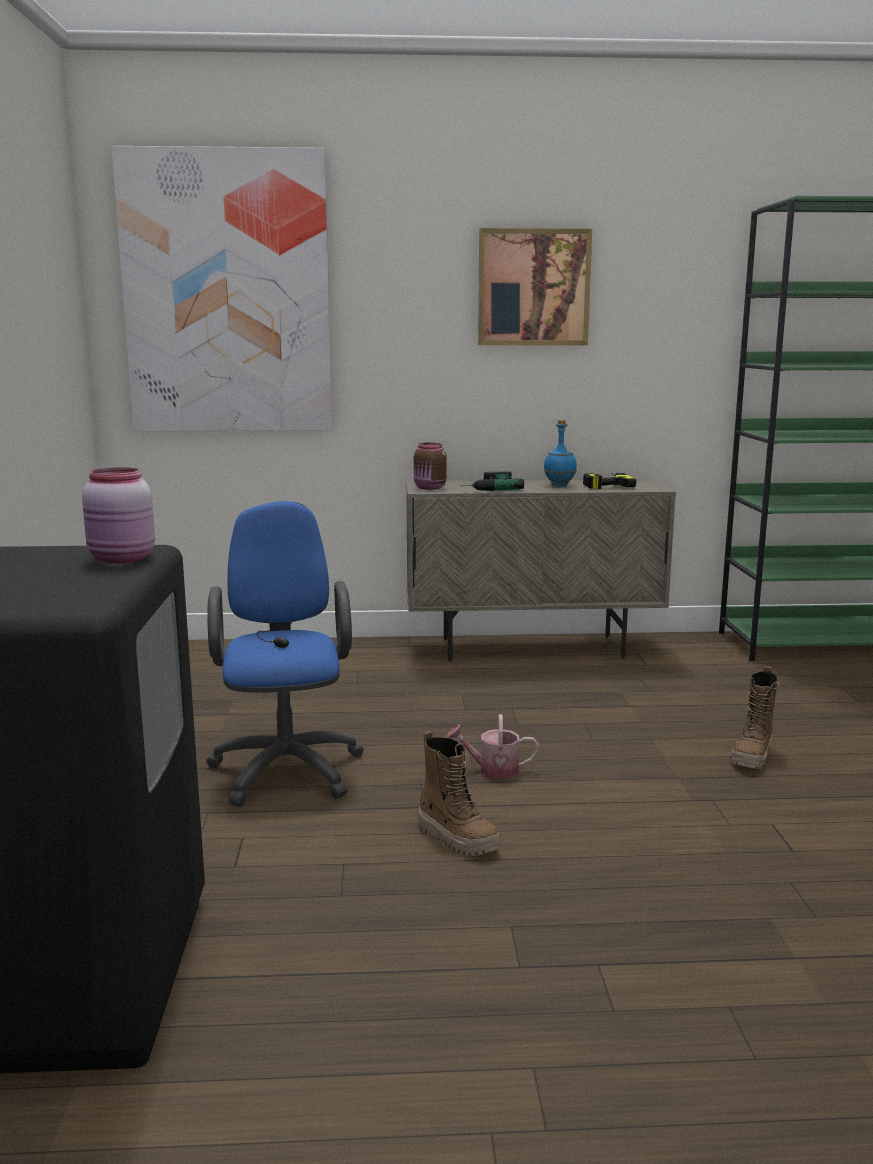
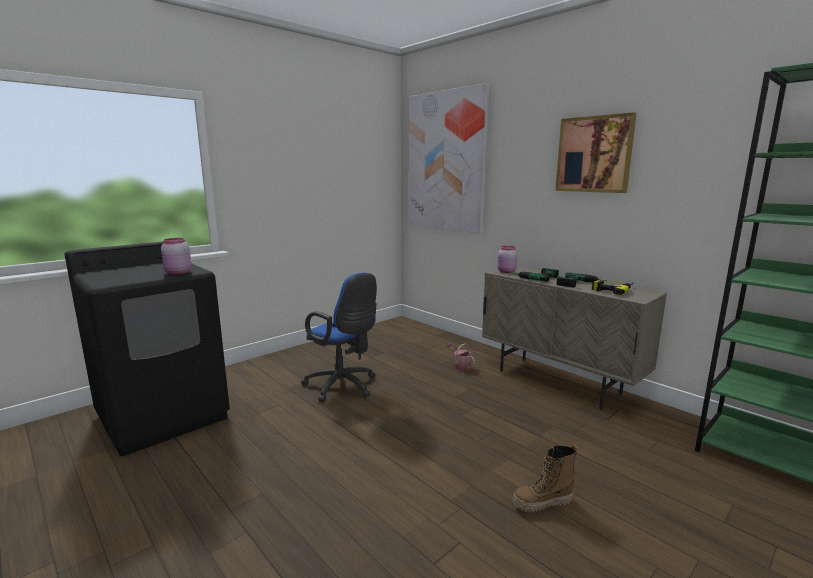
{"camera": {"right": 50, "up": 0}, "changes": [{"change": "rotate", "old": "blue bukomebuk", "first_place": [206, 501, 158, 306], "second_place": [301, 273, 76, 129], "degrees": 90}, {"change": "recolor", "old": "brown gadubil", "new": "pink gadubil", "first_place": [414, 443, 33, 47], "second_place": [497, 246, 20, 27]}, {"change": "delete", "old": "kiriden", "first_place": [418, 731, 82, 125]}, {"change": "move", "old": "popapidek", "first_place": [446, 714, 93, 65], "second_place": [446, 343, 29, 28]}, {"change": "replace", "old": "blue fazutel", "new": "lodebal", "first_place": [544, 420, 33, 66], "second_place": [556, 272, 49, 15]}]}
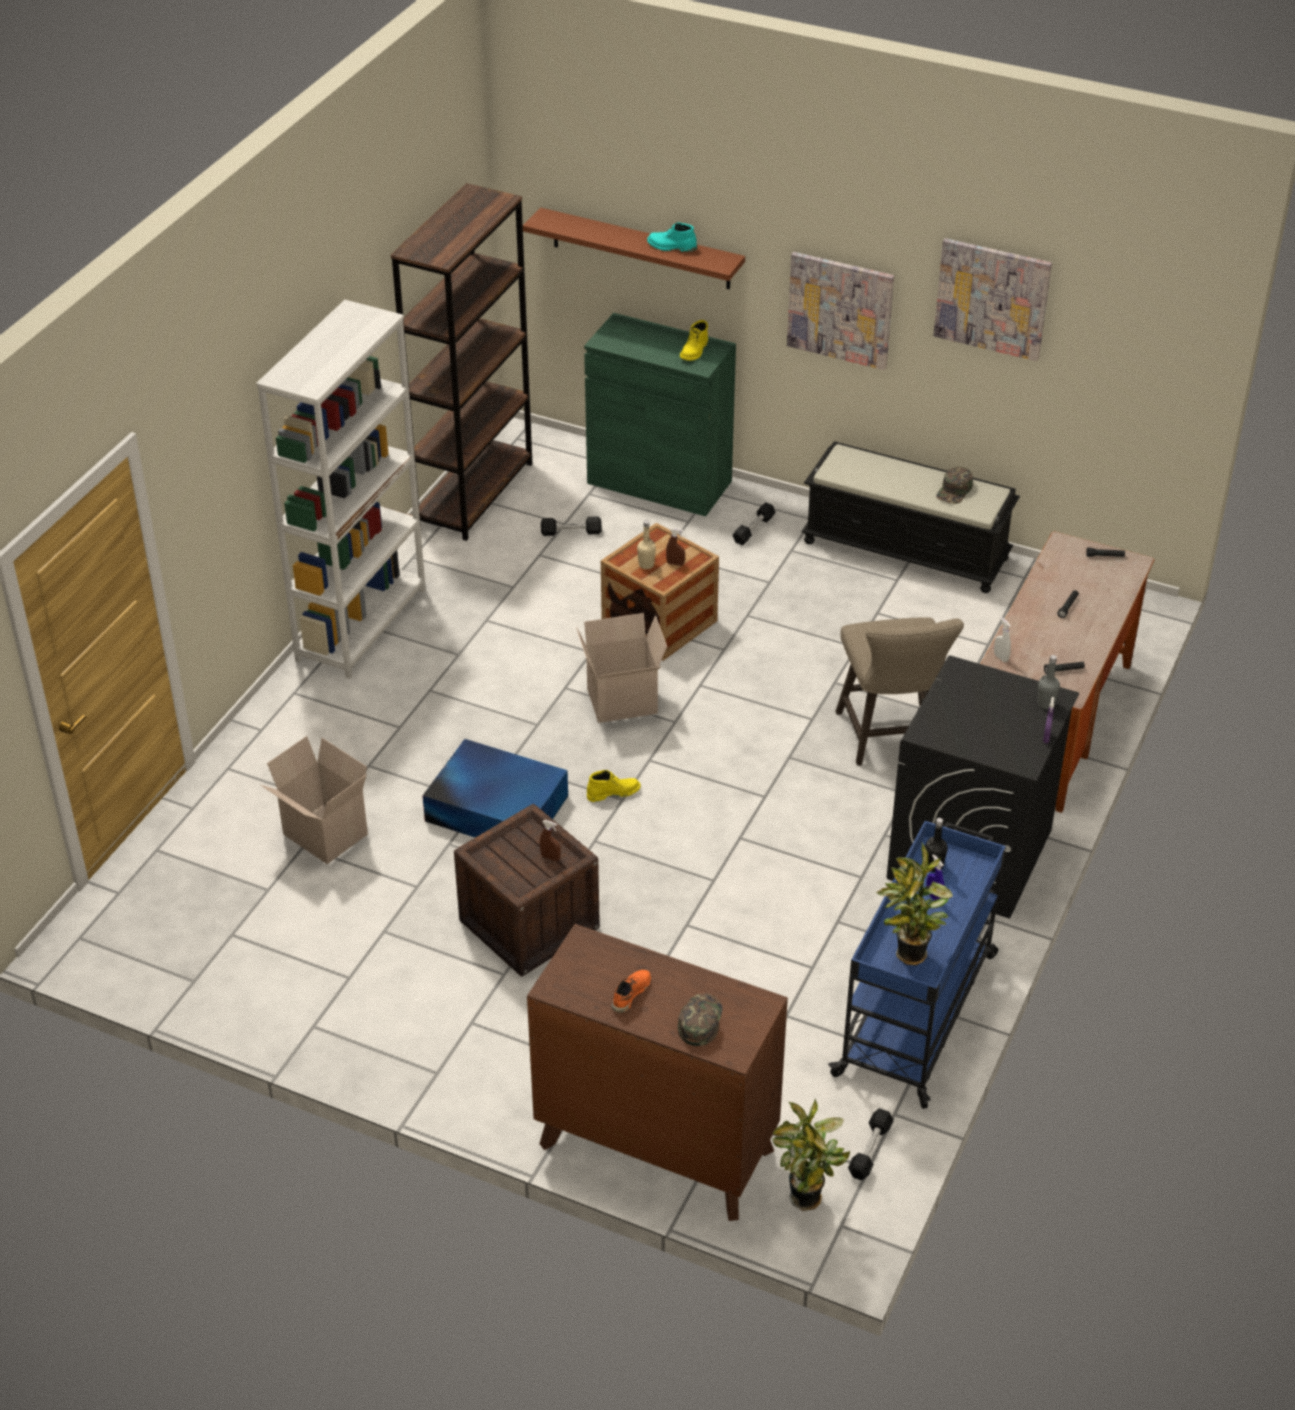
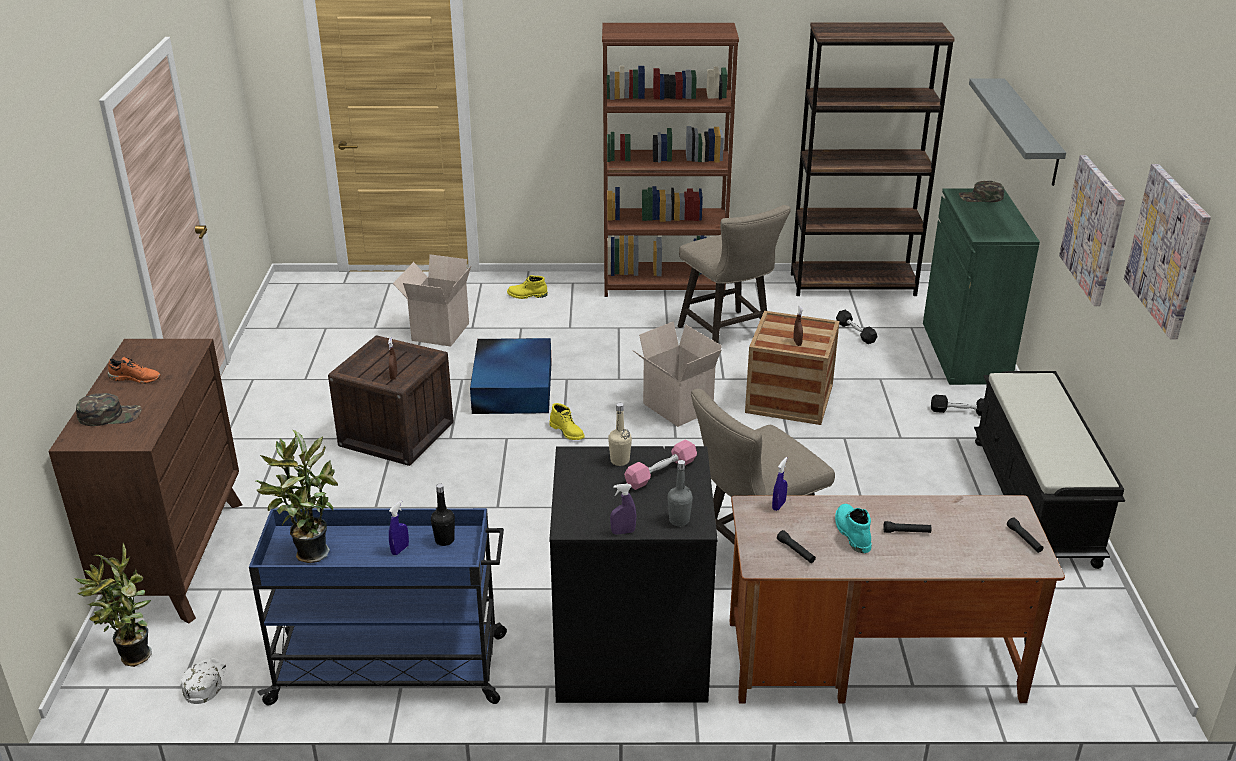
{"camera": {"right": 65, "up": -10}, "changes": [{"change": "recolor", "old": "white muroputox", "new": "brown muroputox", "first_place": [256, 300, 170, 379], "second_place": [602, 23, 137, 274]}, {"change": "recolor", "old": "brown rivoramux", "new": "grey rivoramux", "first_place": [523, 208, 222, 81], "second_place": [969, 78, 97, 108]}, {"change": "move", "old": "beige fazutel", "first_place": [637, 520, 19, 49], "second_place": [608, 403, 24, 63]}, {"change": "move", "old": "turquoise kiriden", "first_place": [647, 222, 50, 30], "second_place": [835, 504, 36, 49]}, {"change": "move", "old": "yellow kiriden", "first_place": [680, 320, 28, 41], "second_place": [507, 275, 41, 24]}, {"change": "replace", "old": "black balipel", "new": "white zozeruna", "first_place": [848, 1108, 46, 72], "second_place": [181, 658, 45, 46]}, {"change": "move", "old": "green zozeruna", "first_place": [936, 467, 37, 37], "second_place": [959, 181, 45, 21]}, {"change": "recolor", "old": "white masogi", "new": "blue masogi", "first_place": [994, 617, 17, 45], "second_place": [772, 457, 16, 54]}, {"change": "insert", "new": "pink balipel", "second_place": [624, 440, 73, 50]}, {"change": "insert", "new": "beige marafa", "second_place": [678, 205, 113, 138]}]}
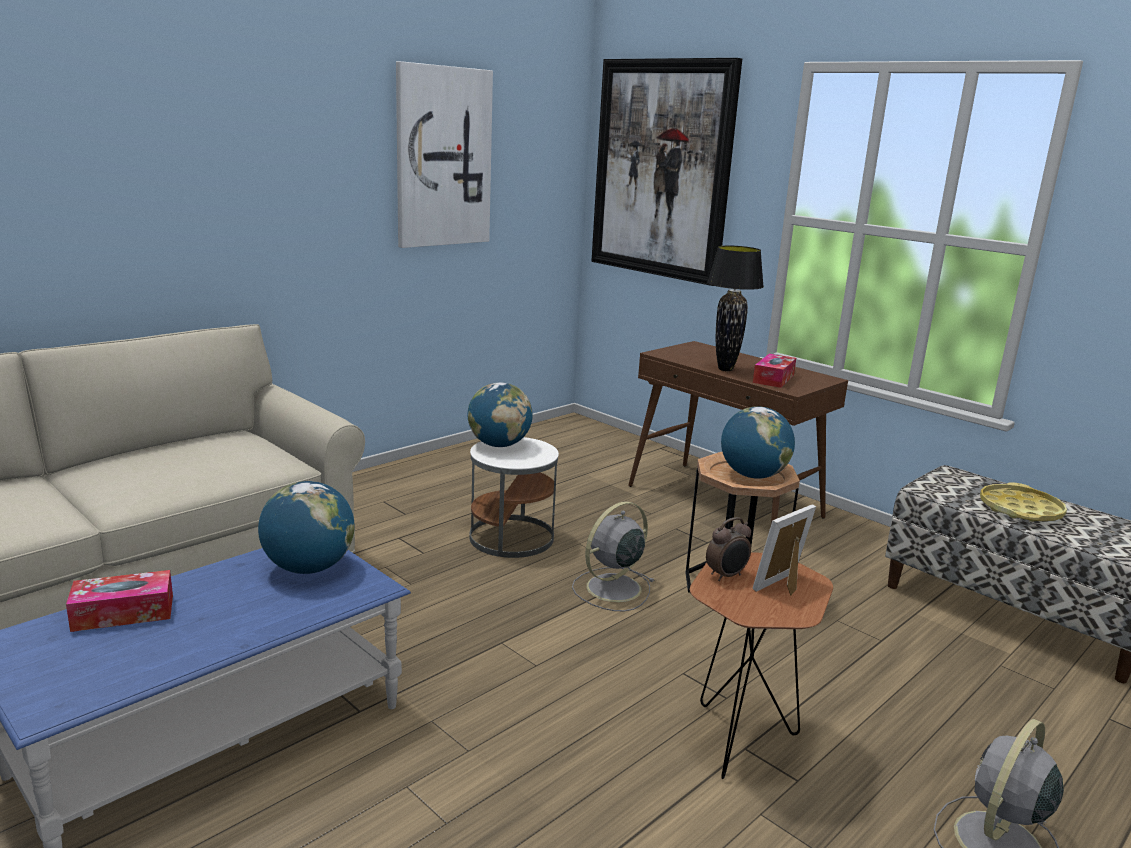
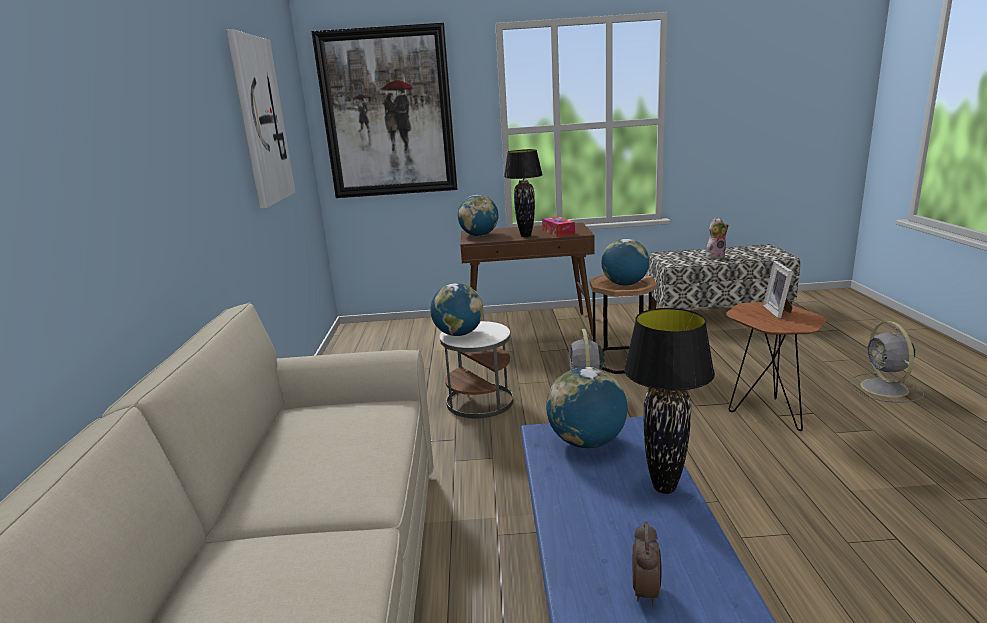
{"camera": {"right": -45, "up": 0}, "changes": [{"change": "delete", "old": "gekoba", "first_place": [66, 570, 107, 62]}, {"change": "move", "old": "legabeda", "first_place": [706, 517, 45, 64], "second_place": [633, 522, 29, 84]}, {"change": "replace", "old": "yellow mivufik", "new": "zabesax", "first_place": [980, 482, 87, 40], "second_place": [706, 218, 23, 41]}, {"change": "insert", "new": "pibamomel", "second_place": [458, 195, 40, 41]}, {"change": "insert", "new": "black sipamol", "second_place": [624, 308, 91, 186]}]}
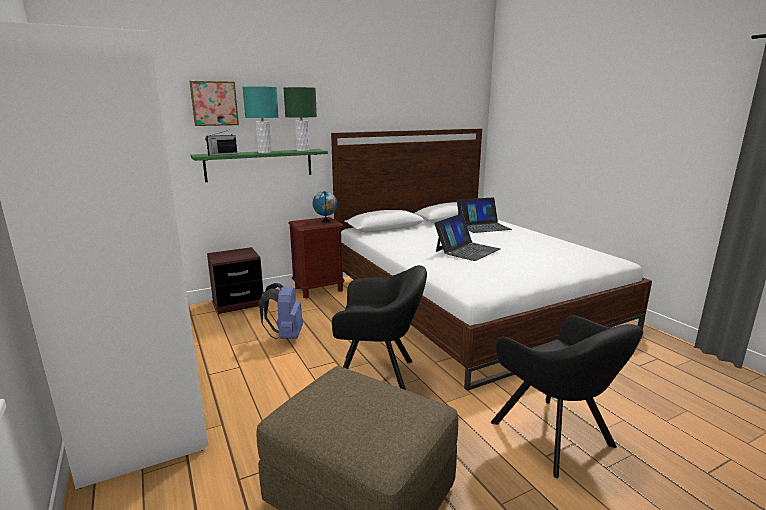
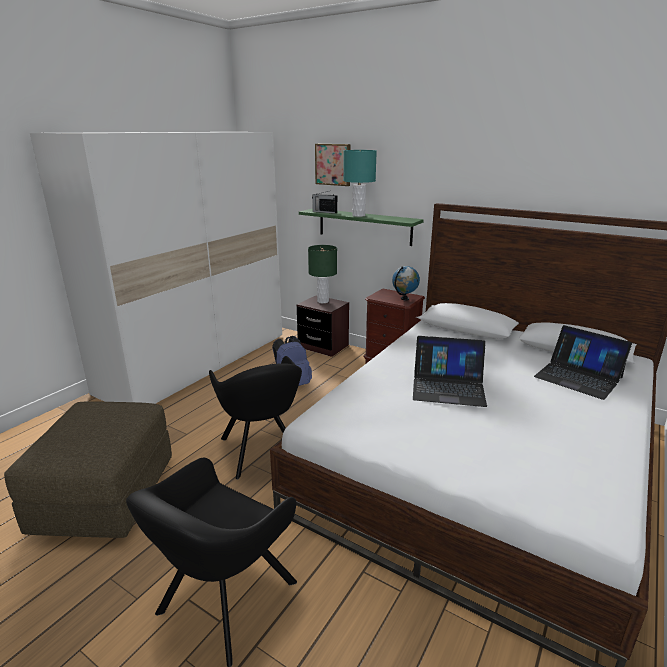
{"camera": {"right": 60, "up": 5}, "changes": [{"change": "move", "old": "green sipamol", "first_place": [284, 87, 33, 64], "second_place": [308, 245, 29, 58]}]}
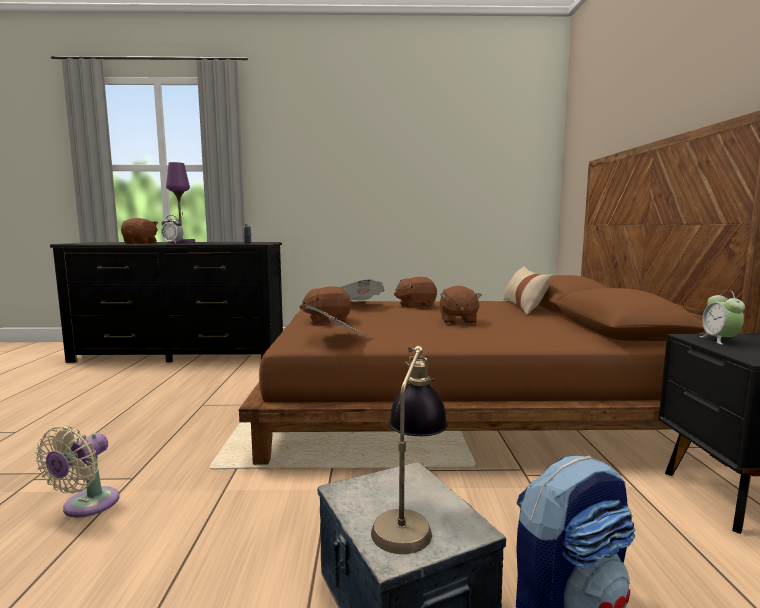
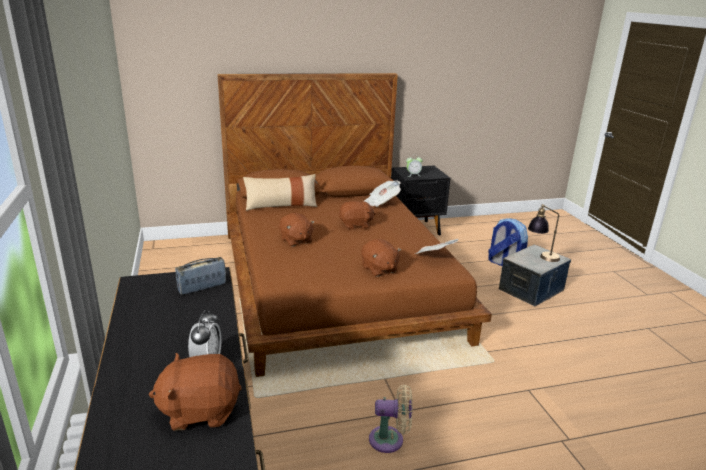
{"camera": {"right": -105, "up": 15}, "changes": [{"change": "move", "old": "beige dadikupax", "first_place": [35, 426, 84, 91], "second_place": [369, 384, 44, 69]}, {"change": "delete", "old": "purple sipamol", "first_place": [166, 162, 29, 81]}, {"change": "move", "old": "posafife", "first_place": [341, 279, 44, 21], "second_place": [364, 181, 37, 26]}]}
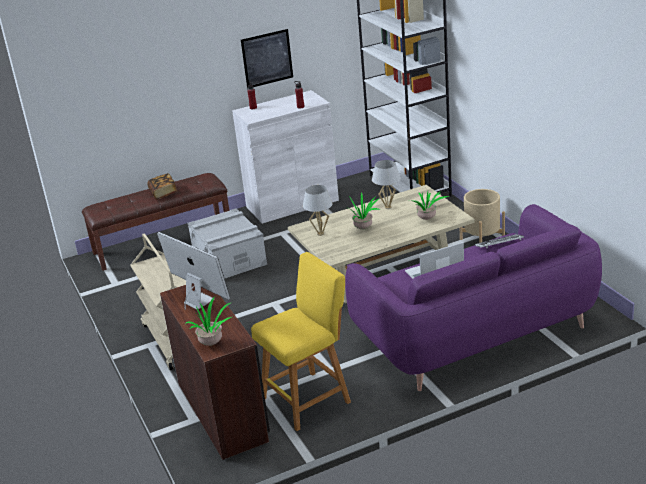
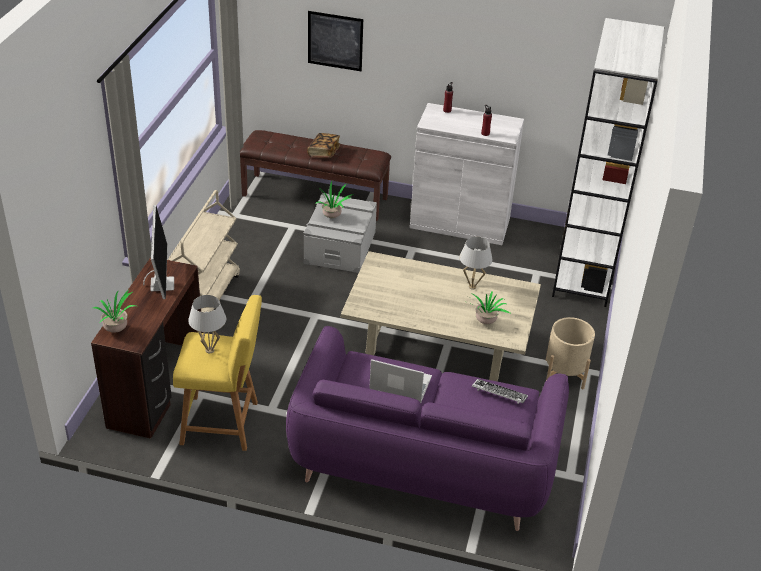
{"camera": {"right": 35, "up": 10}, "changes": [{"change": "move", "old": "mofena", "first_place": [241, 29, 52, 60], "second_place": [308, 11, 55, 60]}, {"change": "move", "old": "white sipamol", "first_place": [303, 185, 30, 51], "second_place": [188, 295, 38, 58]}, {"change": "move", "old": "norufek", "first_place": [346, 192, 34, 38], "second_place": [316, 181, 37, 37]}]}
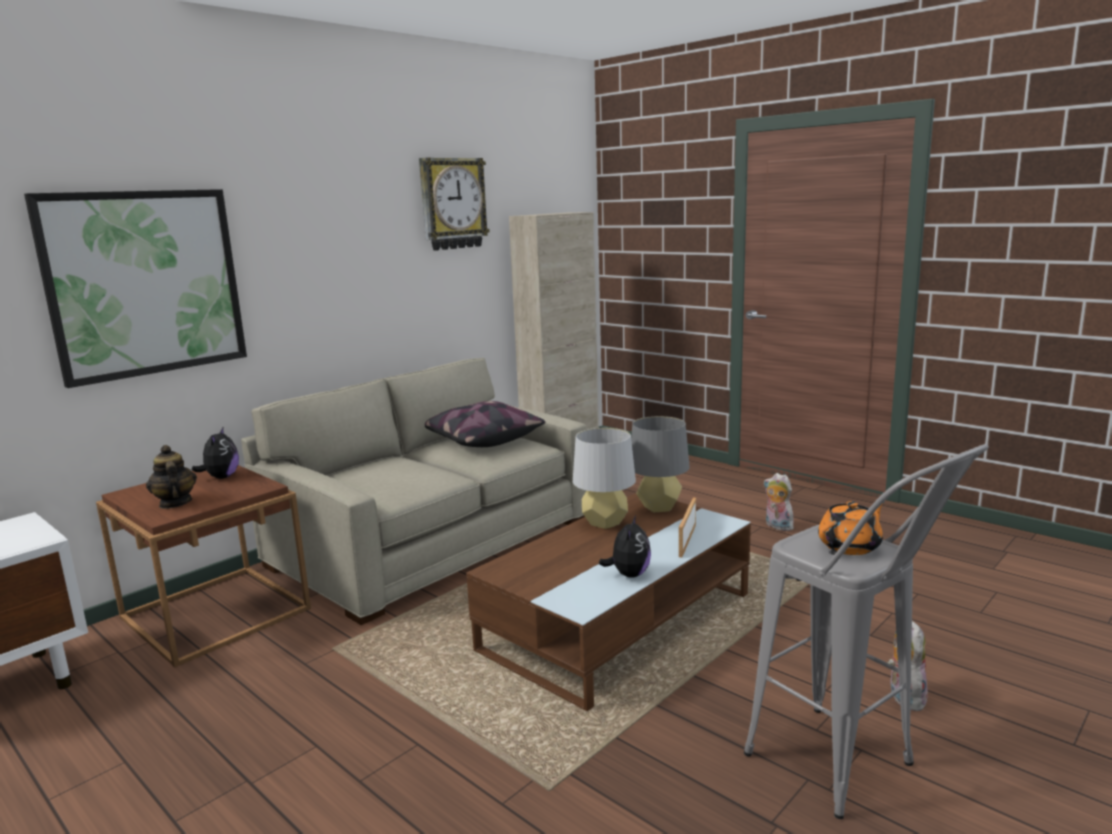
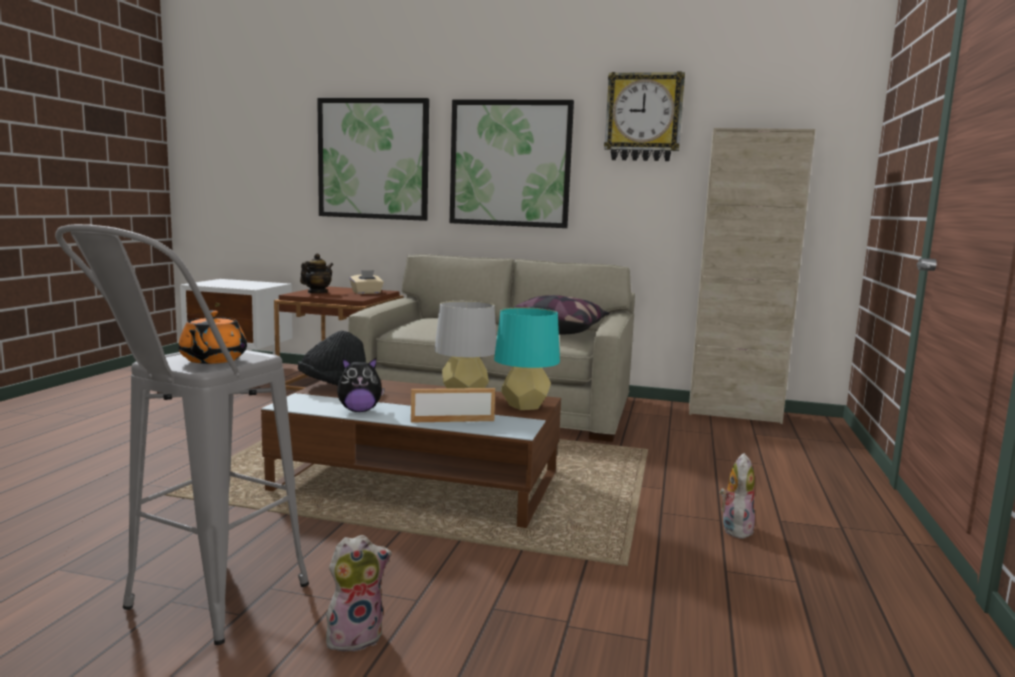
{"camera": {"right": 60, "up": -5}, "changes": [{"change": "replace", "old": "zabesax", "new": "beige gekoba", "first_place": [192, 427, 47, 52], "second_place": [350, 270, 34, 24]}, {"change": "recolor", "old": "grey sipamol", "new": "turquoise sipamol", "first_place": [631, 416, 59, 96], "second_place": [494, 307, 66, 103]}, {"change": "rotate", "old": "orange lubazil", "first_place": [818, 501, 67, 54], "second_place": [178, 310, 69, 54], "degrees": 60}, {"change": "insert", "new": "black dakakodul", "second_place": [298, 330, 68, 56]}, {"change": "insert", "new": "mofena", "second_place": [450, 100, 124, 128]}]}
